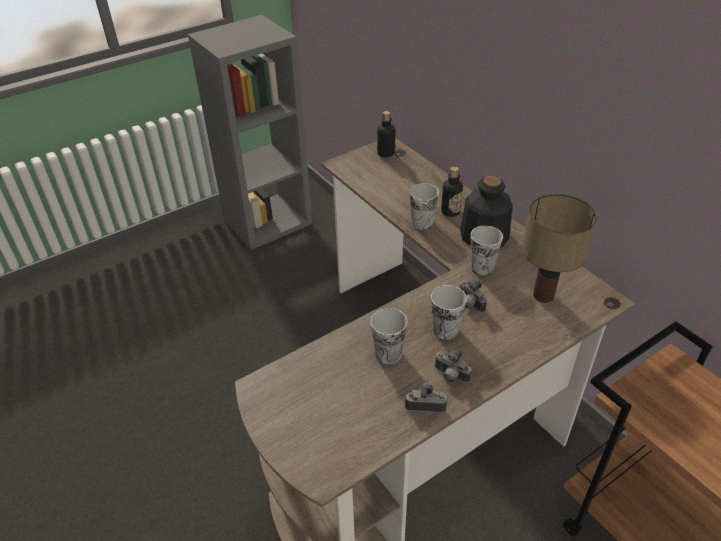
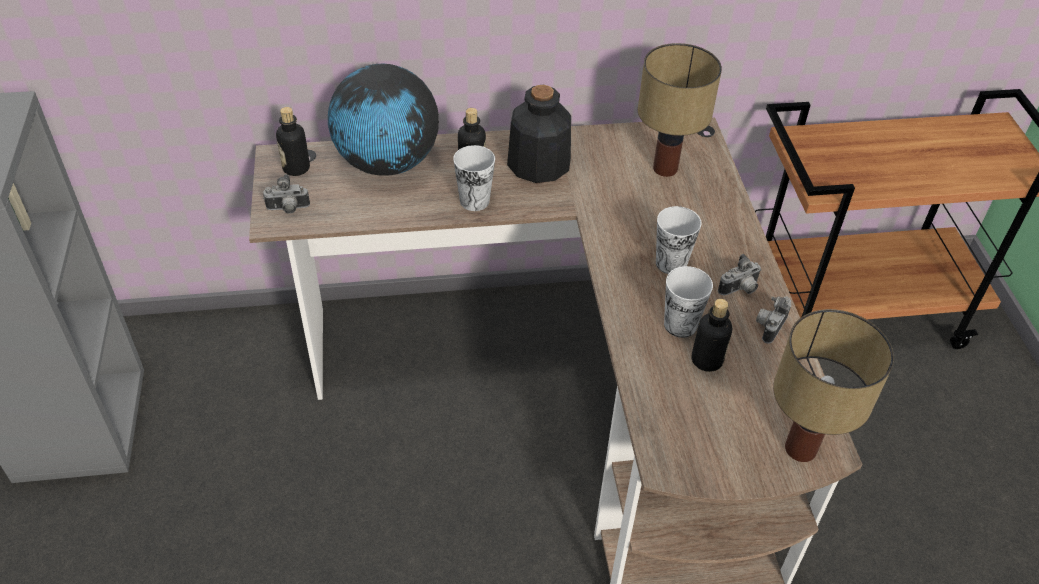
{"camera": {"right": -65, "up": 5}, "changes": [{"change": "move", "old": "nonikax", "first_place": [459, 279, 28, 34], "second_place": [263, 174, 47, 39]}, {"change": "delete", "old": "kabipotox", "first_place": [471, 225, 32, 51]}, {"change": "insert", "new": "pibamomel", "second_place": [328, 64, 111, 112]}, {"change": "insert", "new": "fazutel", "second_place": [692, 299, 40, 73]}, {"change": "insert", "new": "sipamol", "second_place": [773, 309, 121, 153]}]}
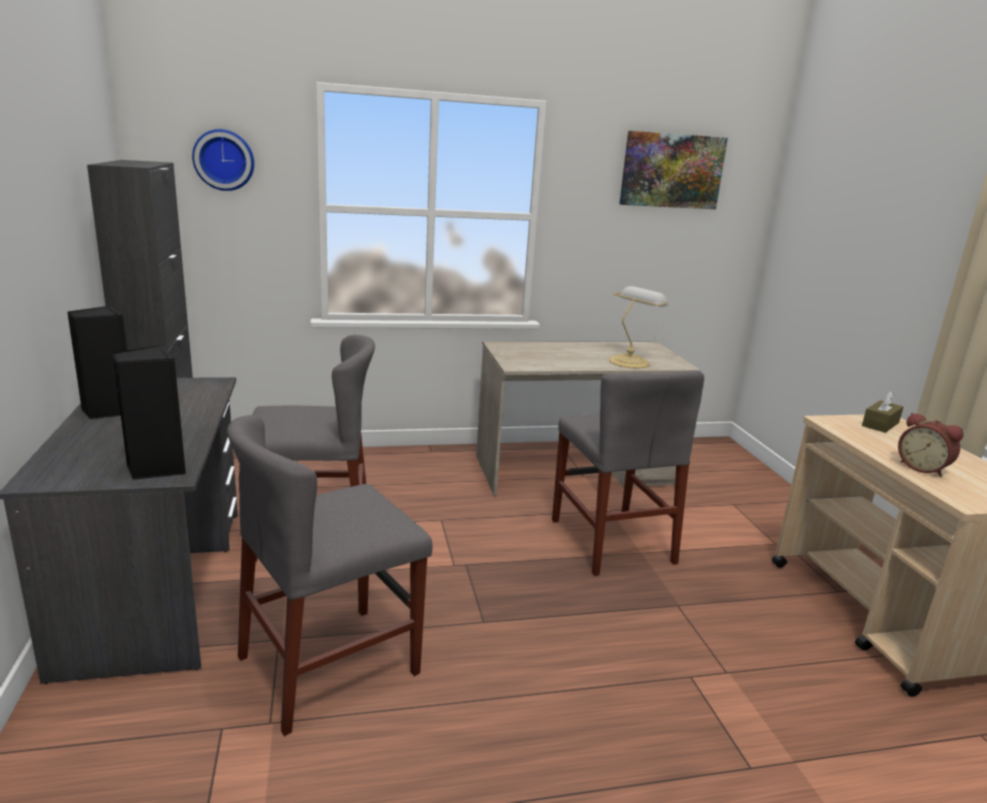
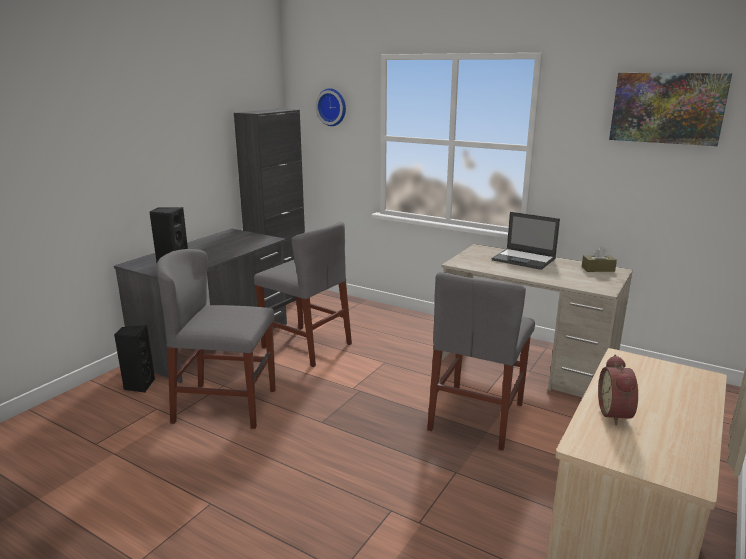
{"camera": {"right": 45, "up": 0}, "changes": [{"change": "move", "old": "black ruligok", "first_place": [67, 306, 60, 113], "second_place": [114, 325, 41, 68]}, {"change": "delete", "old": "sipamol", "first_place": [609, 286, 61, 83]}, {"change": "move", "old": "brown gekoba", "first_place": [862, 391, 41, 42], "second_place": [582, 246, 35, 26]}, {"change": "insert", "new": "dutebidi", "second_place": [492, 212, 68, 58]}]}
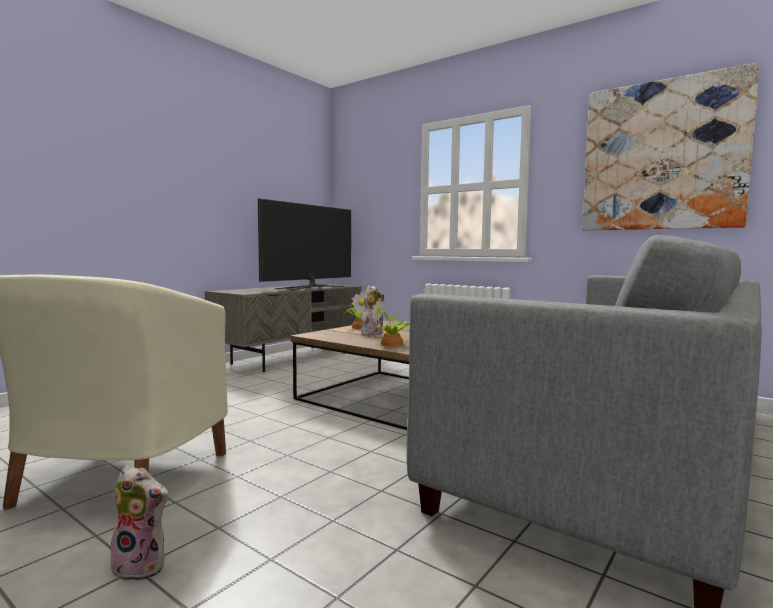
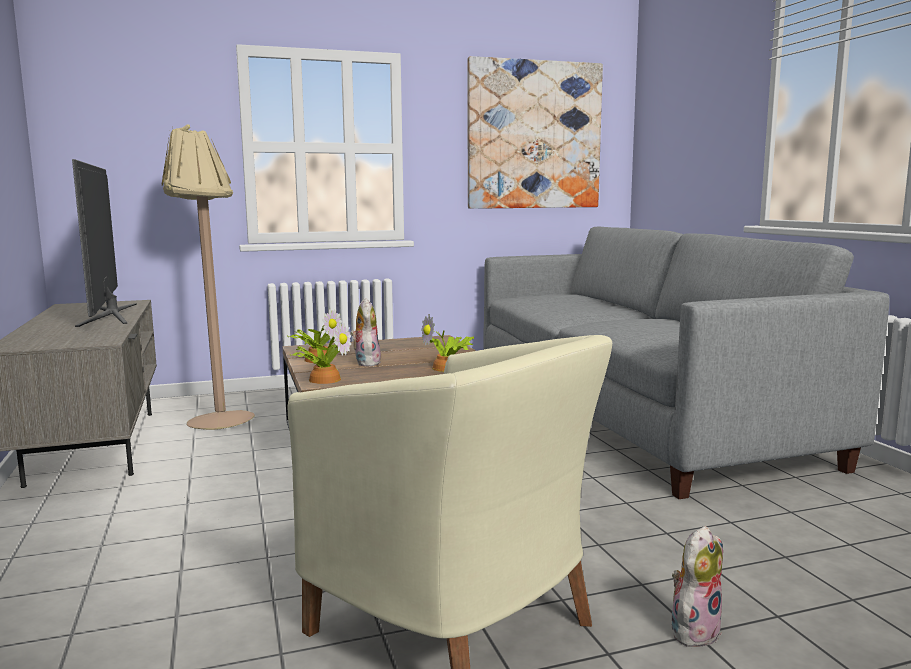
{"camera": {"right": -55, "up": 5}, "changes": [{"change": "insert", "new": "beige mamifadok", "second_place": [162, 125, 93, 305]}, {"change": "insert", "new": "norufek", "second_place": [290, 322, 61, 62]}]}
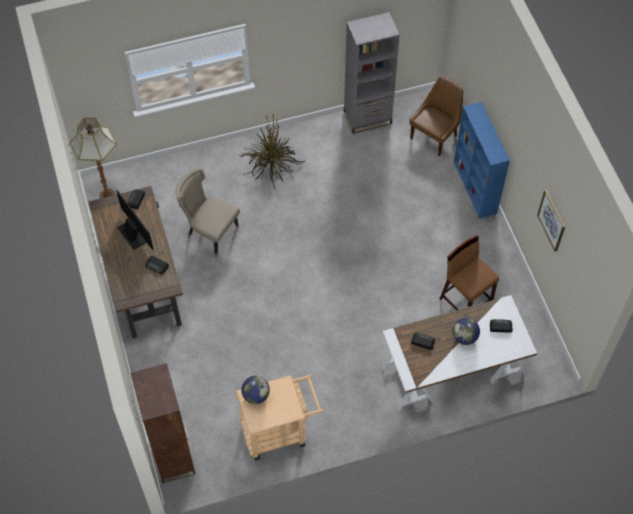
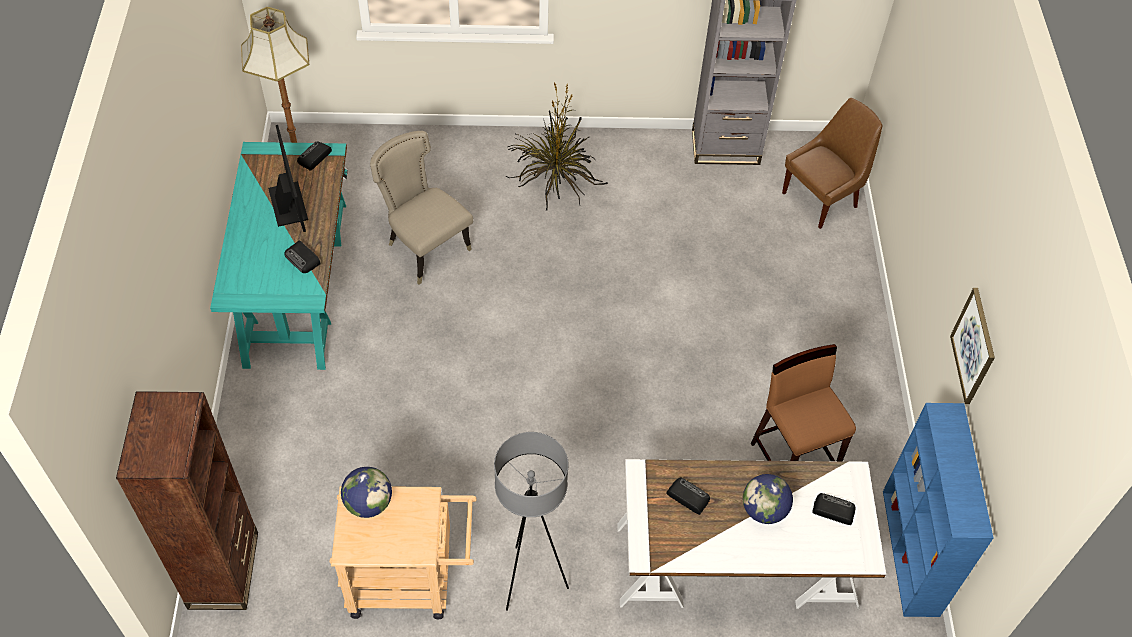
{"camera": {"right": 15, "up": -5}, "changes": [{"change": "recolor", "old": "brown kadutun", "new": "turquoise kadutun", "first_place": [89, 186, 94, 152], "second_place": [210, 142, 138, 228]}, {"change": "move", "old": "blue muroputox", "first_place": [454, 102, 56, 117], "second_place": [883, 403, 111, 214]}, {"change": "insert", "new": "grey mamifadok", "second_place": [494, 432, 75, 179]}]}
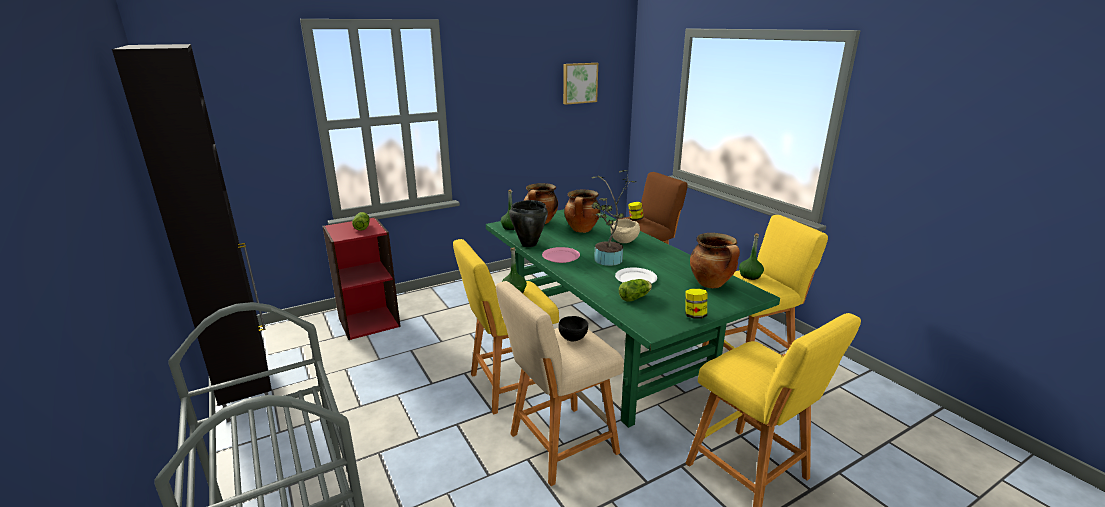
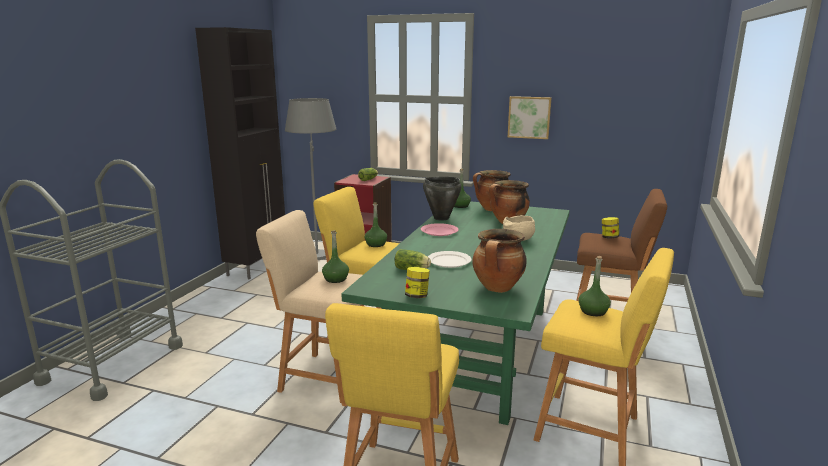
{"camera": {"right": 50, "up": -5}, "changes": [{"change": "replace", "old": "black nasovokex", "new": "green fazutel", "first_place": [558, 316, 30, 25], "second_place": [322, 230, 27, 53]}, {"change": "move", "old": "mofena", "first_place": [563, 63, 35, 42], "second_place": [508, 96, 44, 43]}, {"change": "delete", "old": "norufek", "first_place": [591, 170, 45, 96]}, {"change": "insert", "new": "grey mamifadok", "second_place": [285, 98, 51, 162]}]}
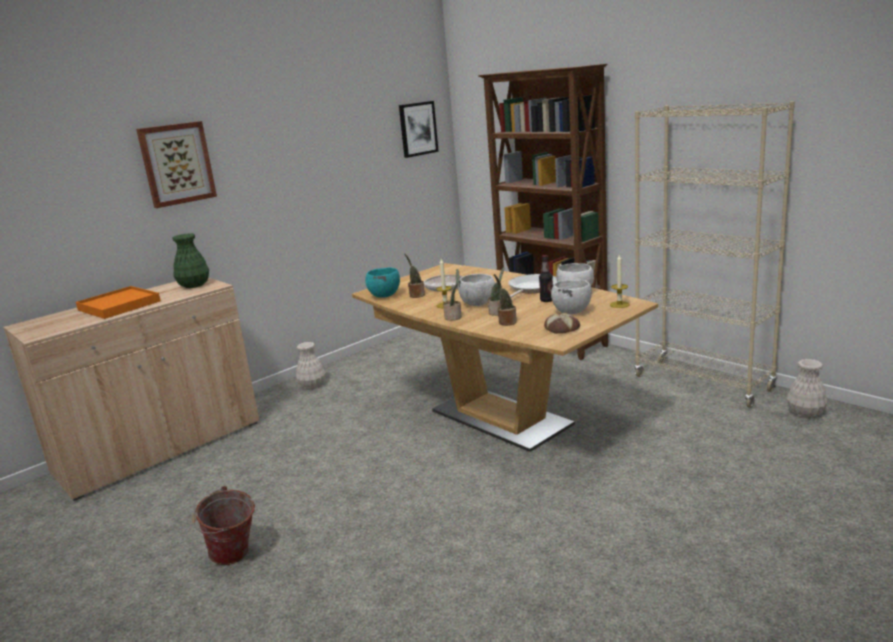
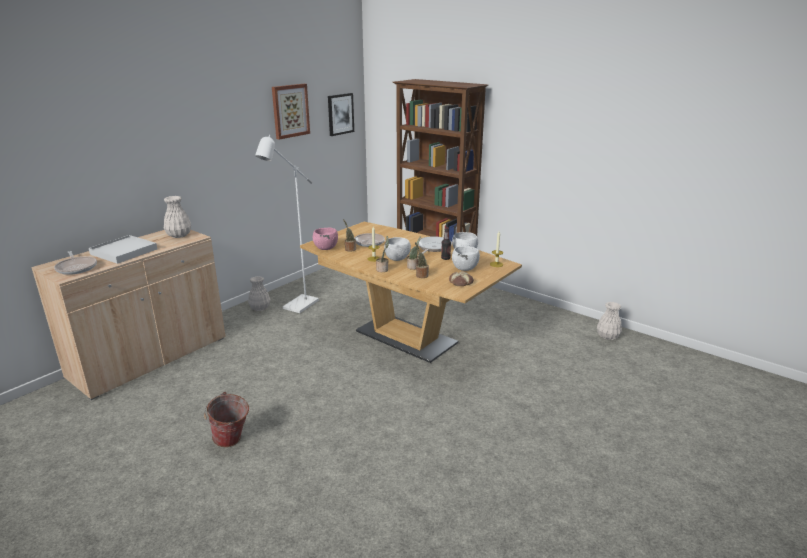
{"camera": {"right": -10, "up": 5}, "changes": [{"change": "recolor", "old": "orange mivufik", "new": "white mivufik", "first_place": [76, 286, 85, 33], "second_place": [89, 235, 68, 29]}, {"change": "move", "old": "mofena", "first_place": [136, 121, 81, 87], "second_place": [272, 84, 38, 56]}, {"change": "recolor", "old": "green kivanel", "new": "white kivanel", "first_place": [173, 233, 36, 55], "second_place": [164, 196, 27, 42]}, {"change": "recolor", "old": "turquoise nasovokex", "new": "pink nasovokex", "first_place": [365, 267, 35, 31], "second_place": [313, 227, 25, 23]}, {"change": "delete", "old": "beige muroputox", "first_place": [634, 101, 161, 307]}, {"change": "insert", "new": "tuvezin", "second_place": [54, 251, 43, 24]}, {"change": "insert", "new": "white mamifadok", "second_place": [255, 135, 64, 178]}]}
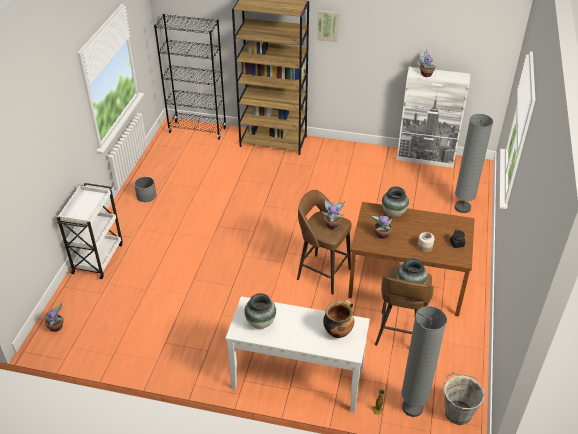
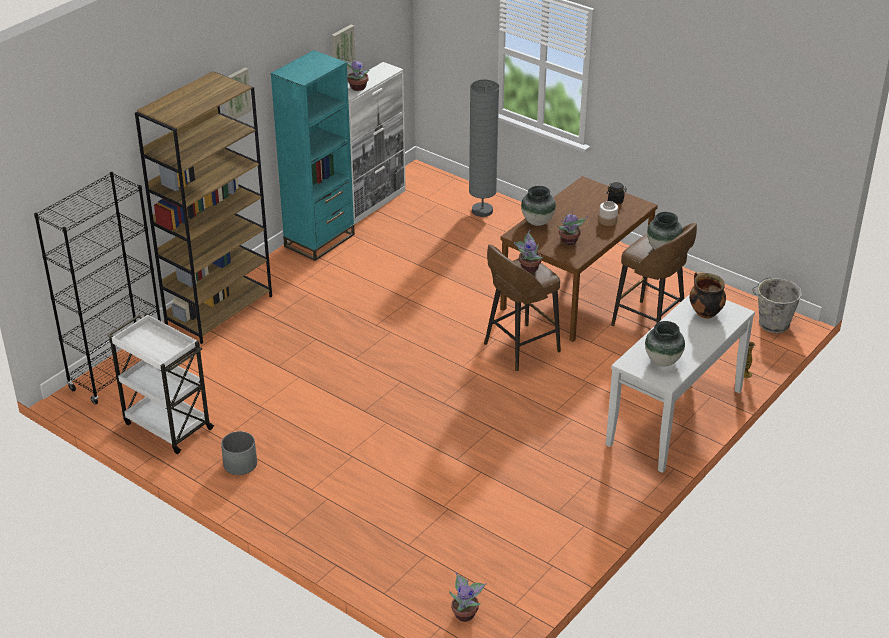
{"camera": {"right": -65, "up": -5}, "changes": [{"change": "move", "old": "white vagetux", "first_place": [57, 183, 65, 96], "second_place": [107, 313, 107, 141]}, {"change": "delete", "old": "grey mamifadok", "first_place": [401, 306, 46, 111]}, {"change": "insert", "new": "turquoise muroputox", "second_place": [271, 50, 84, 211]}, {"change": "insert", "new": "mofena", "second_place": [331, 25, 25, 45]}]}
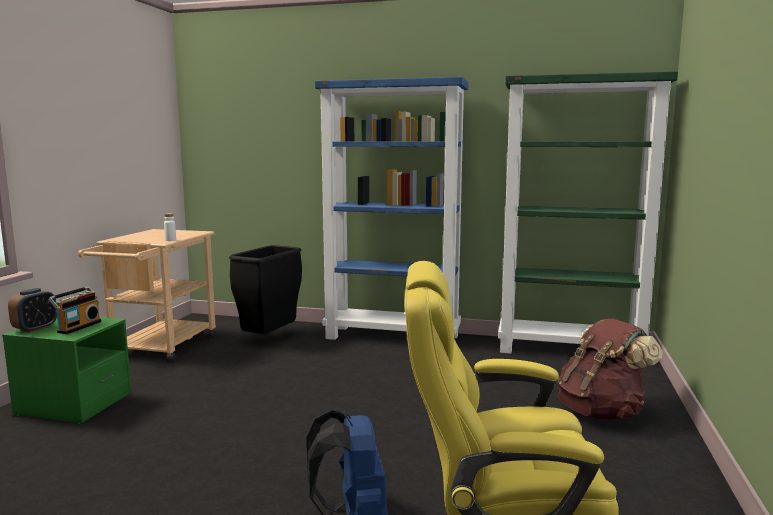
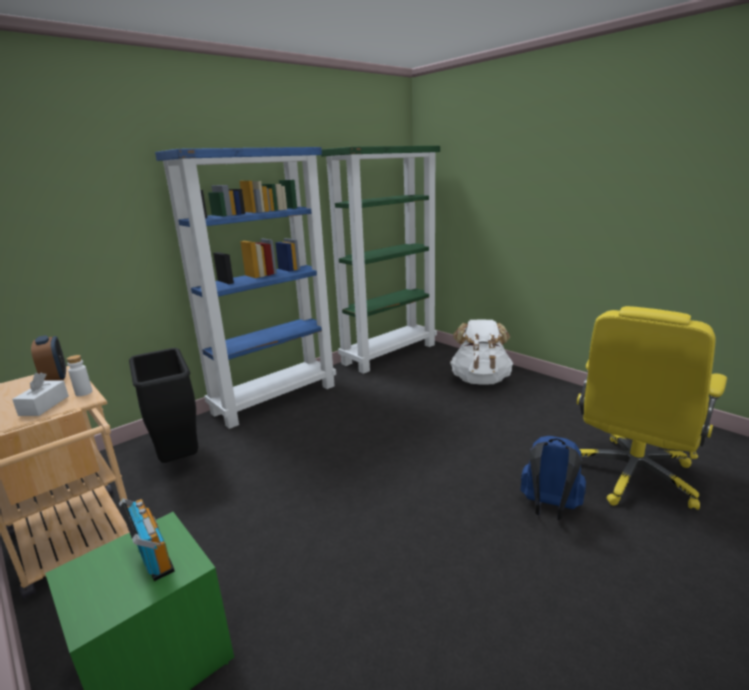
{"camera": {"right": -55, "up": 10}, "changes": [{"change": "move", "old": "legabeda", "first_place": [8, 288, 49, 45], "second_place": [31, 335, 35, 45]}, {"change": "recolor", "old": "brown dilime", "new": "white dilime", "first_place": [558, 319, 105, 101], "second_place": [450, 320, 64, 65]}, {"change": "insert", "new": "white gekoba", "second_place": [12, 373, 57, 43]}]}
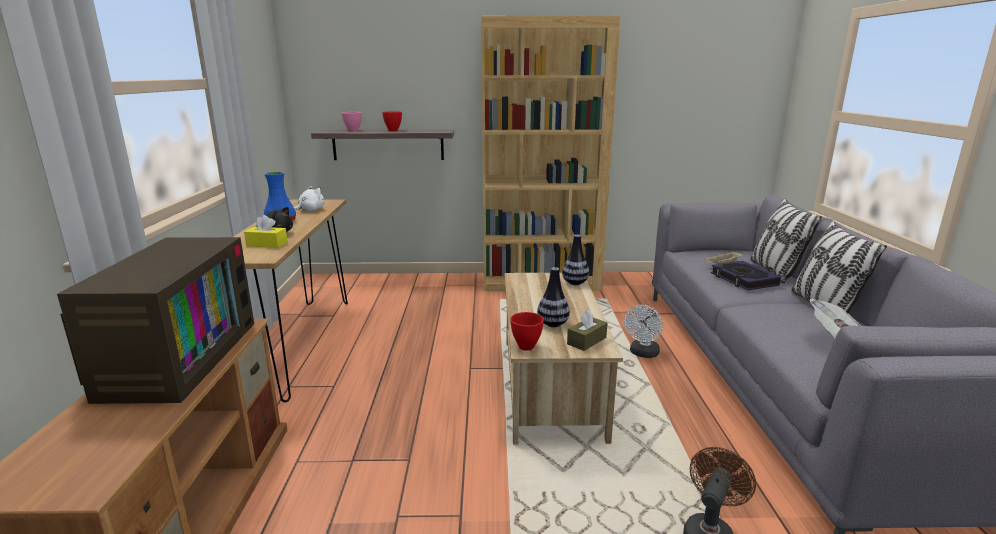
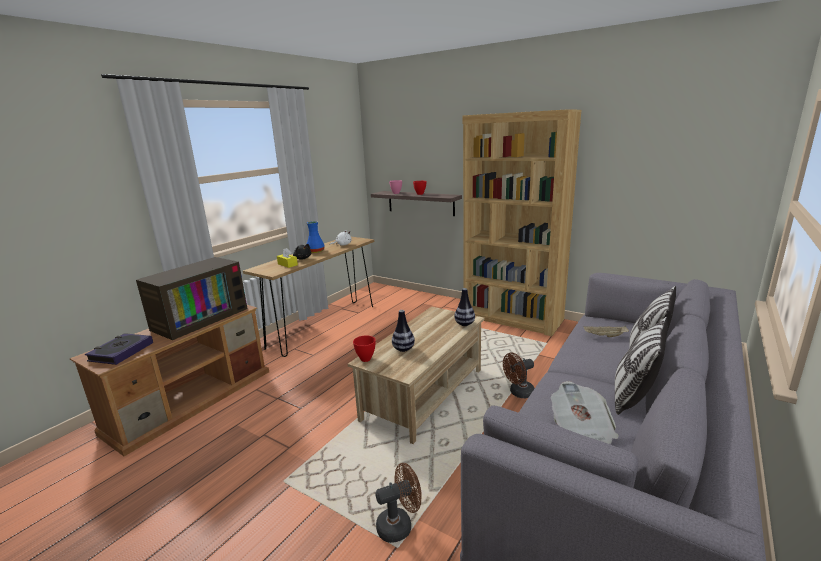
{"camera": {"right": 35, "up": 0}, "changes": [{"change": "delete", "old": "brown gekoba", "first_place": [567, 310, 41, 41]}, {"change": "recolor", "old": "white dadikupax", "new": "brown dadikupax", "first_place": [624, 305, 39, 53], "second_place": [503, 353, 32, 45]}, {"change": "move", "old": "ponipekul", "first_place": [711, 261, 70, 30], "second_place": [85, 333, 68, 32]}]}
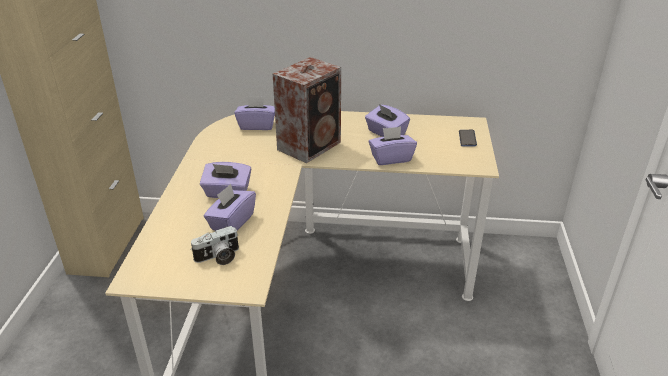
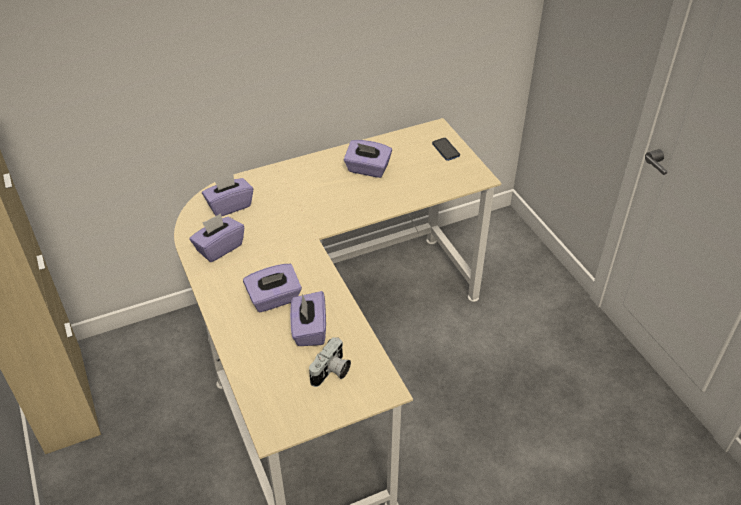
{"camera": {"right": -30, "up": 10}, "changes": [{"change": "delete", "old": "ruligok", "first_place": [273, 57, 68, 106]}, {"change": "move", "old": "purple gekoba", "first_place": [369, 127, 48, 38], "second_place": [189, 213, 55, 49]}]}
